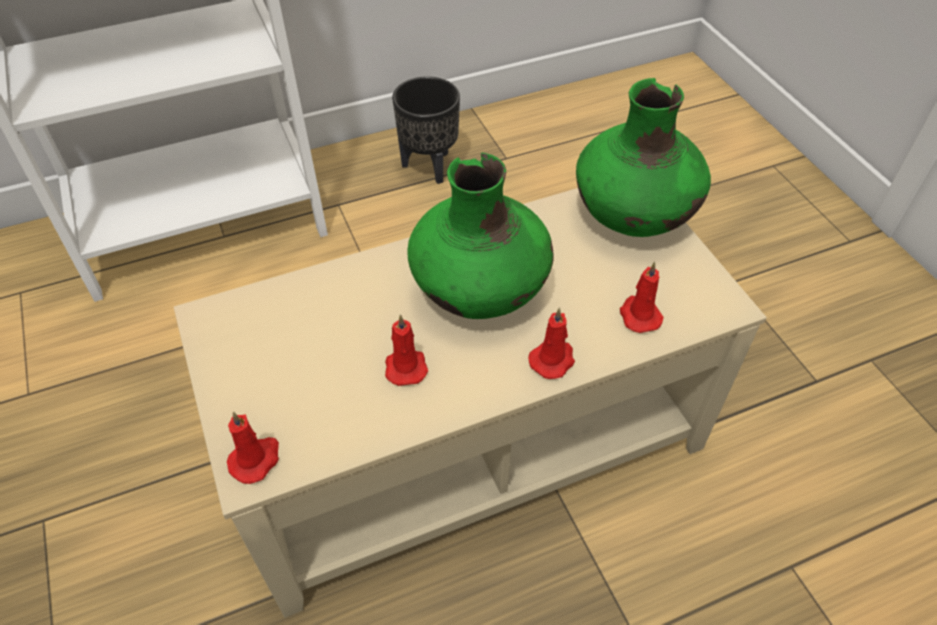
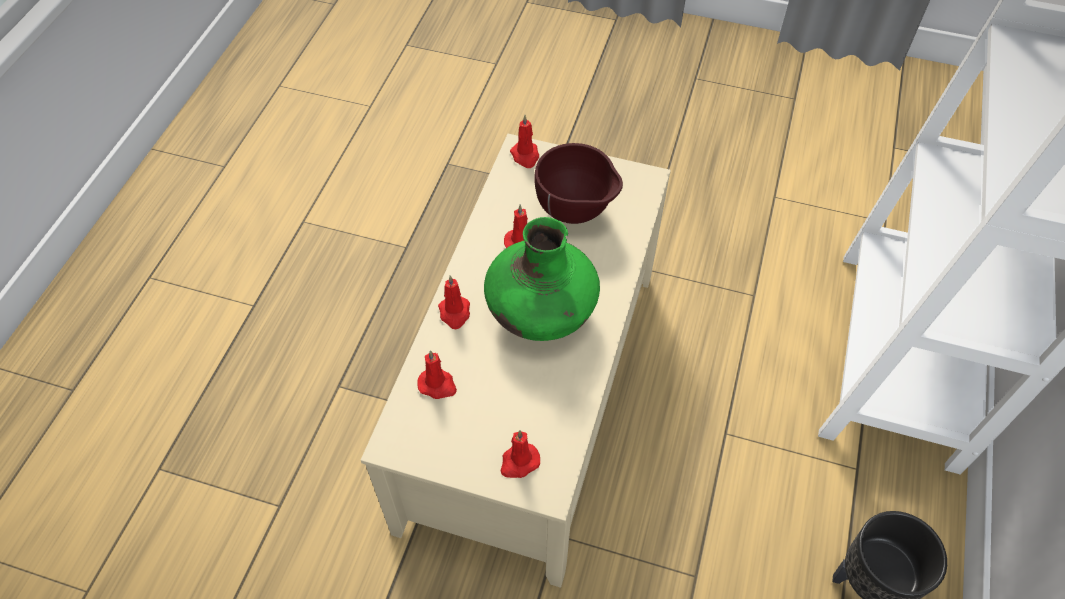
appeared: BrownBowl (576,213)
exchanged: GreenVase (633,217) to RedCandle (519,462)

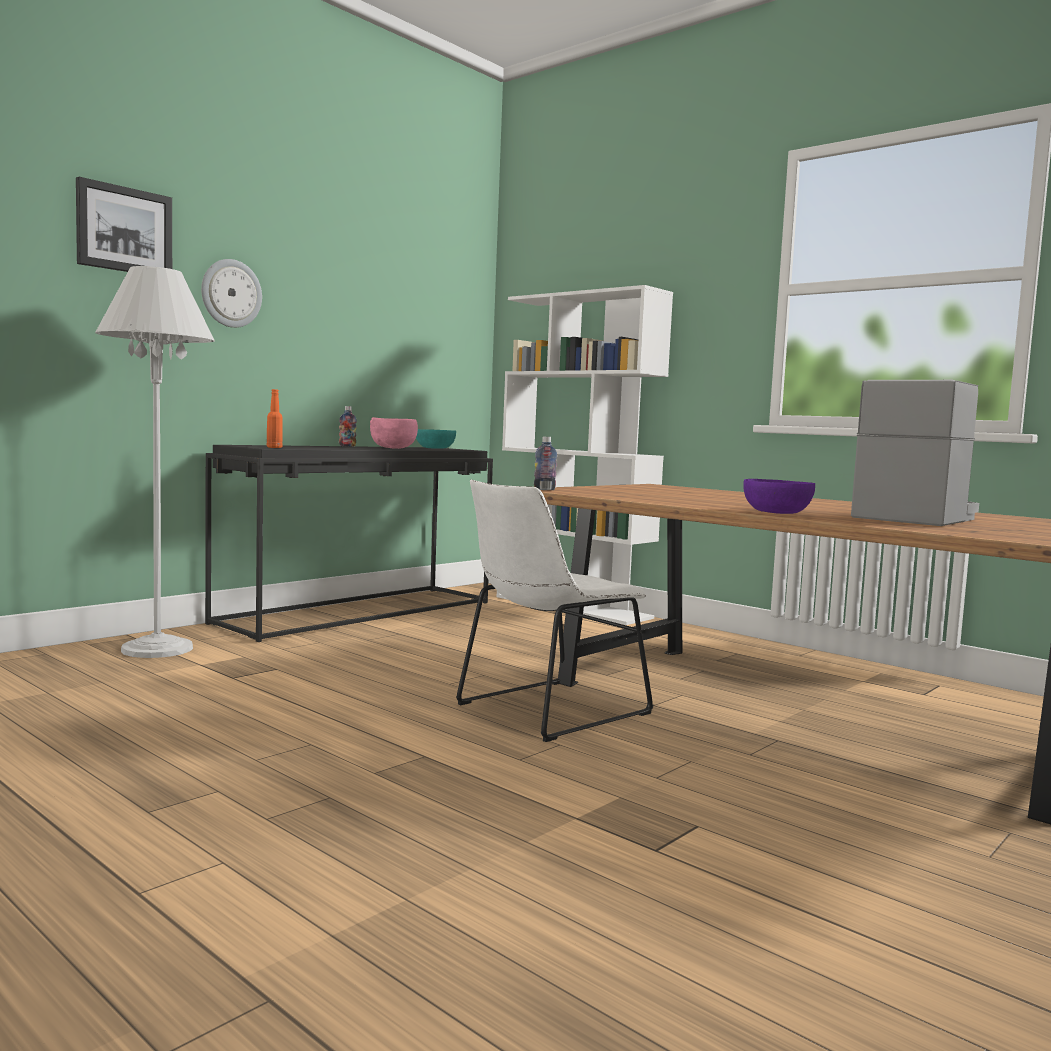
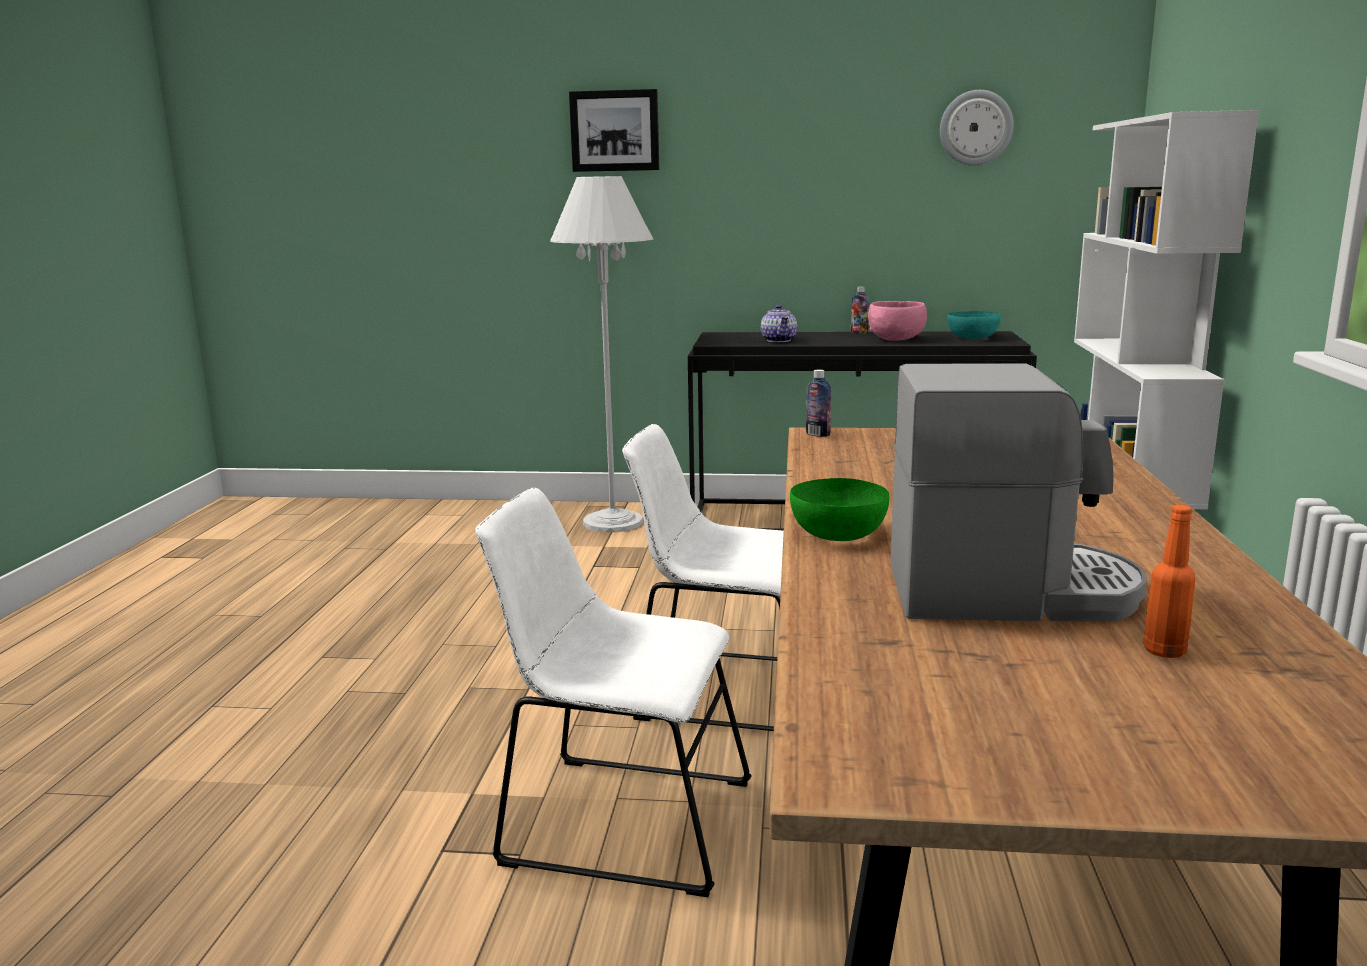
appeared: Teapot (779,340); WhiteChair (617,820)
relocated: WallClock (231,293) to (975,128); OrangeBottle (274,447) to (1164,651)
colour: PurpleBowl (775,512) to GreenBowl (837,533)

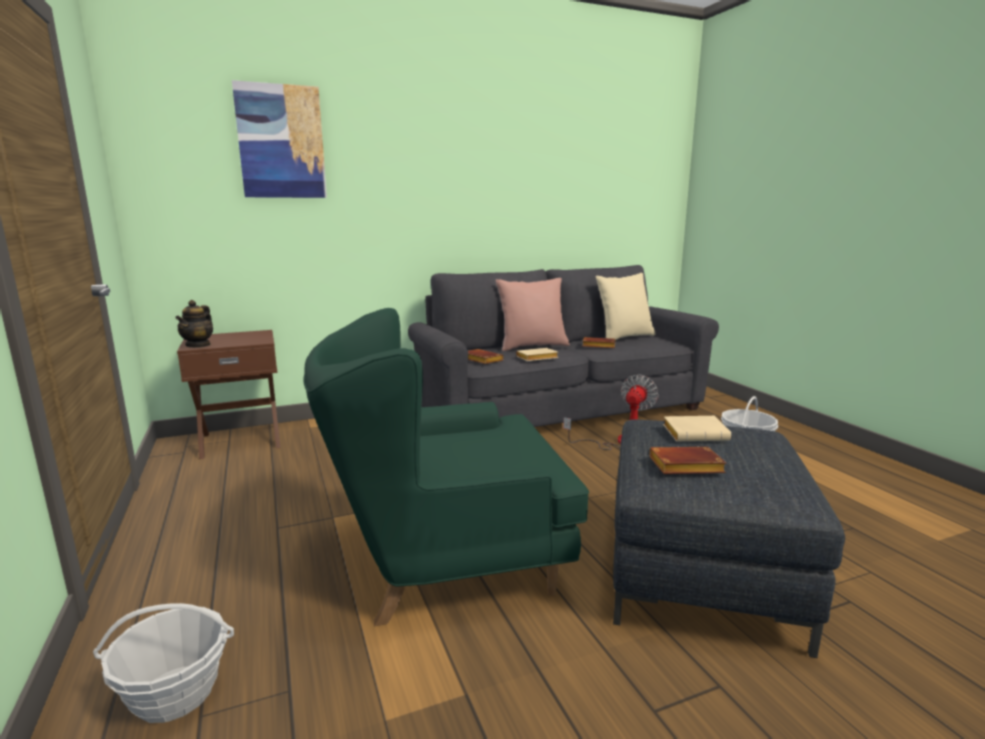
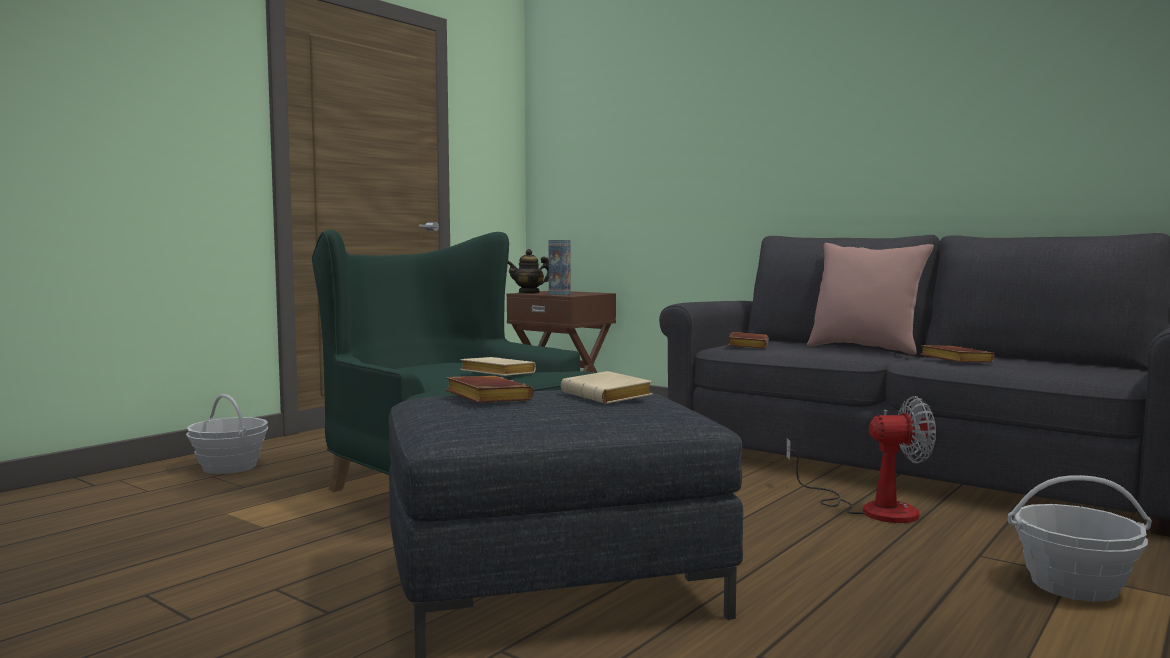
missing: Picture (281,142); BeigePillow (624,337)
appeared: Vase (559,294)
relocated: BeigeBook (536,358) to (495,373)

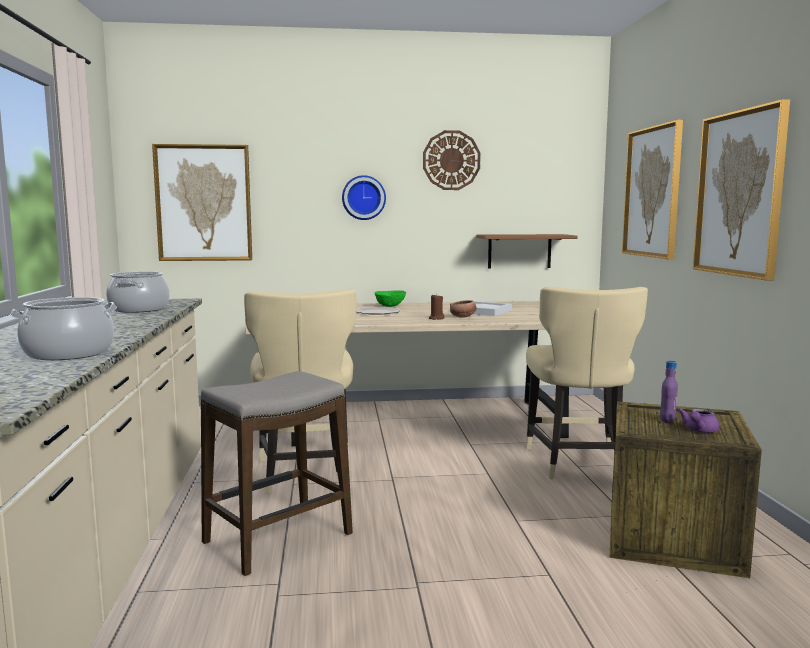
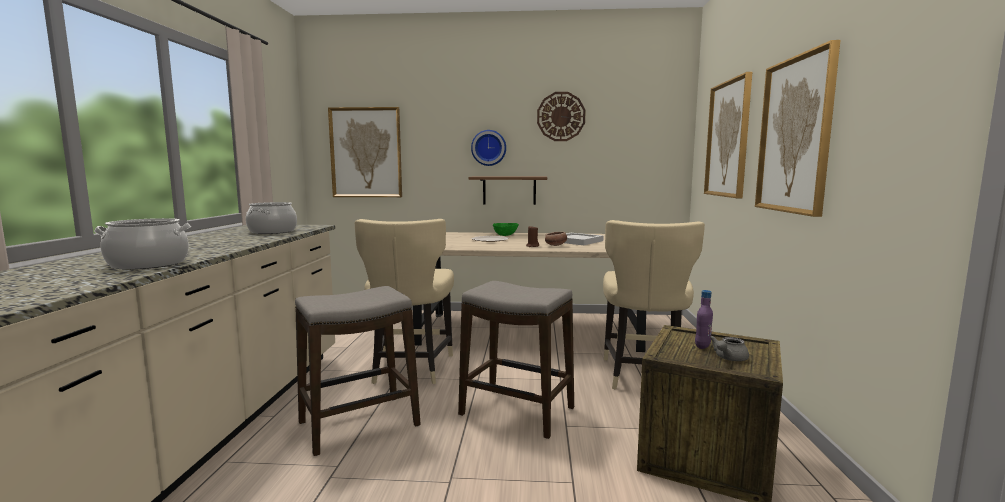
appeared: Stool (517,412)
relocated: BrownShelf (519,251) to (509,190)
colour: PurpleTeapot (699,431) to GreyTeapot (728,358)

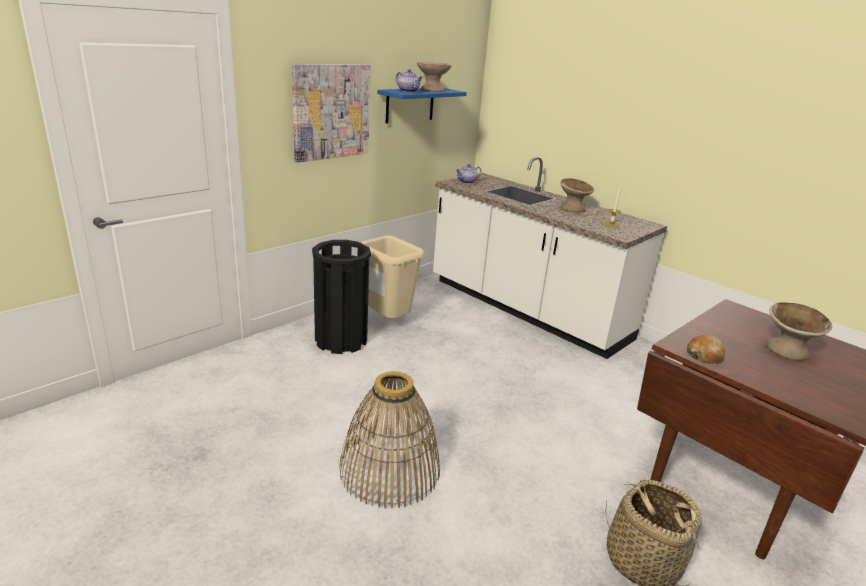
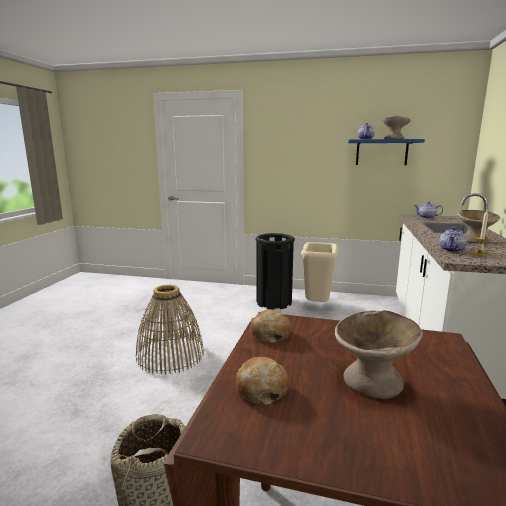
missing: Picture (331,111)
appeared: Teapot (451,250); Bread (261,389)

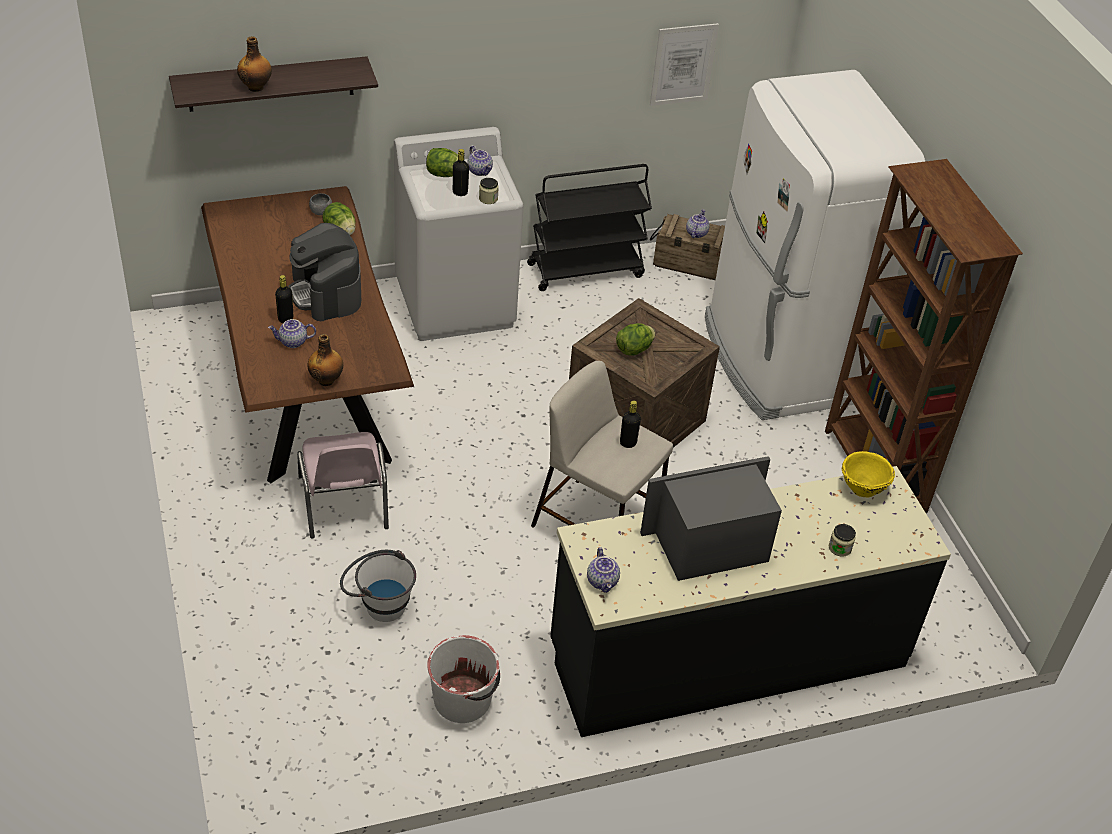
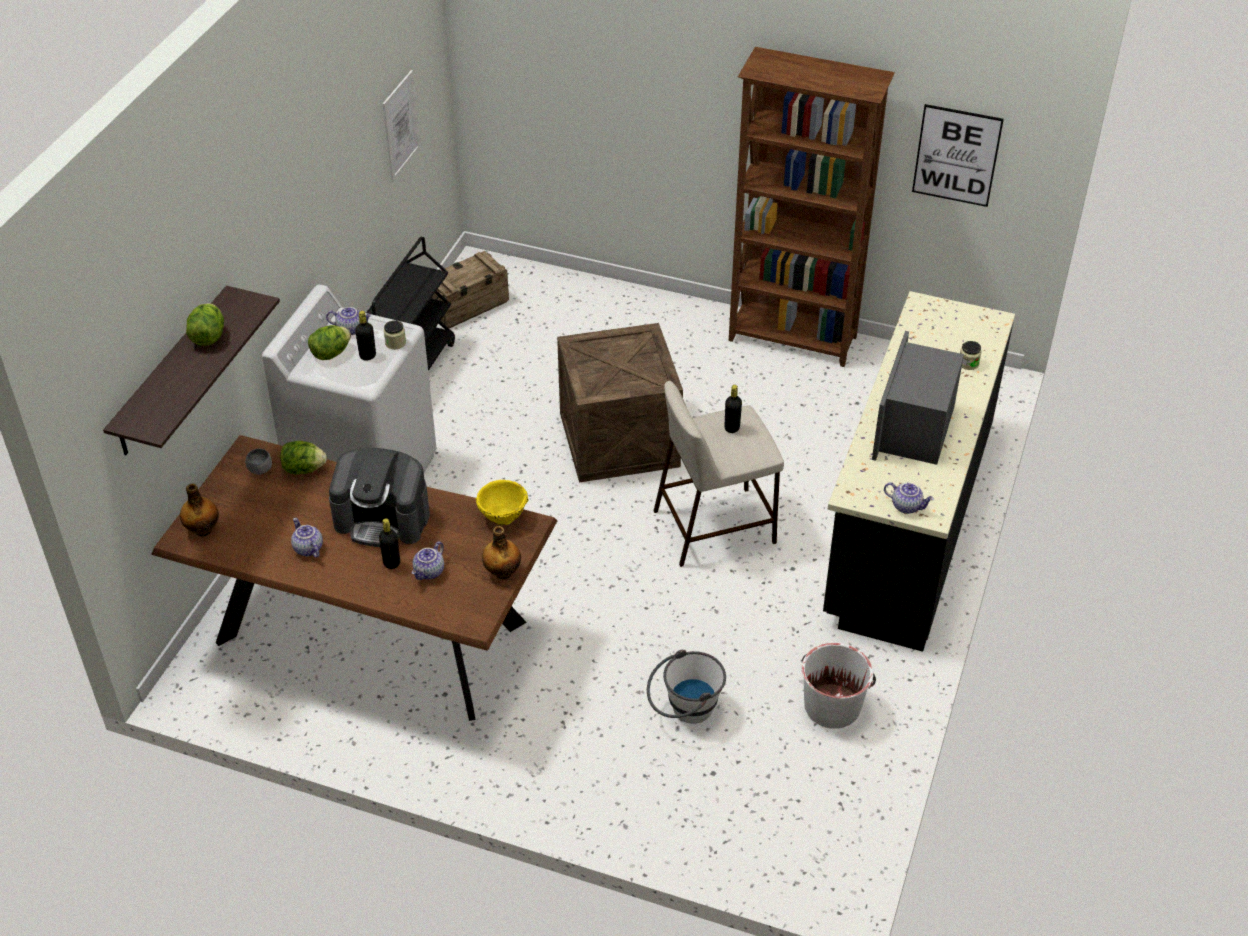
missing: WhiteFridge (777,361); PinkChair (344,504)
appeared: Picture (956,155)
relocated: Bottle (256,87) to (203,529); Teapot (696,233) to (307,549); Lettuce (634,349) to (208,337); YellowBowl (862,488) to (502,517)

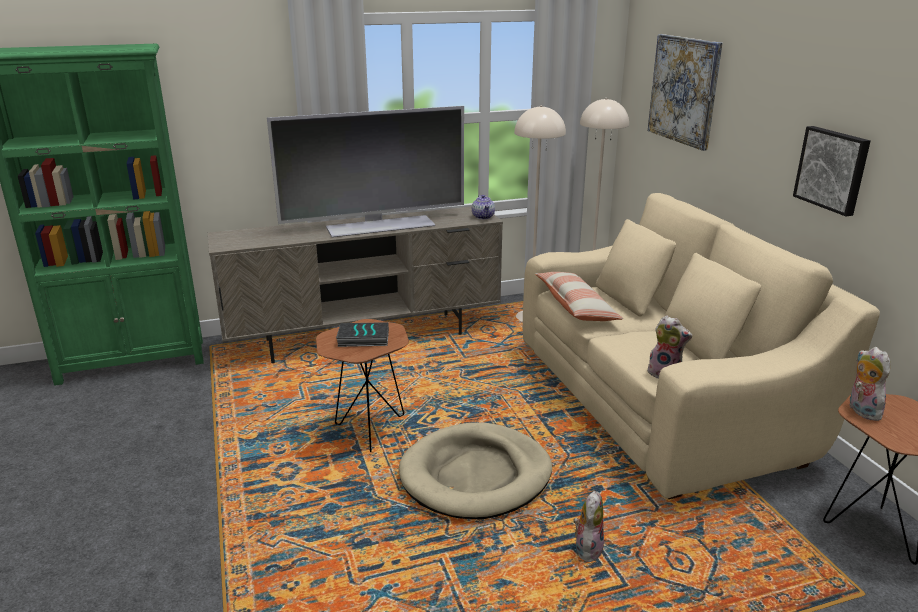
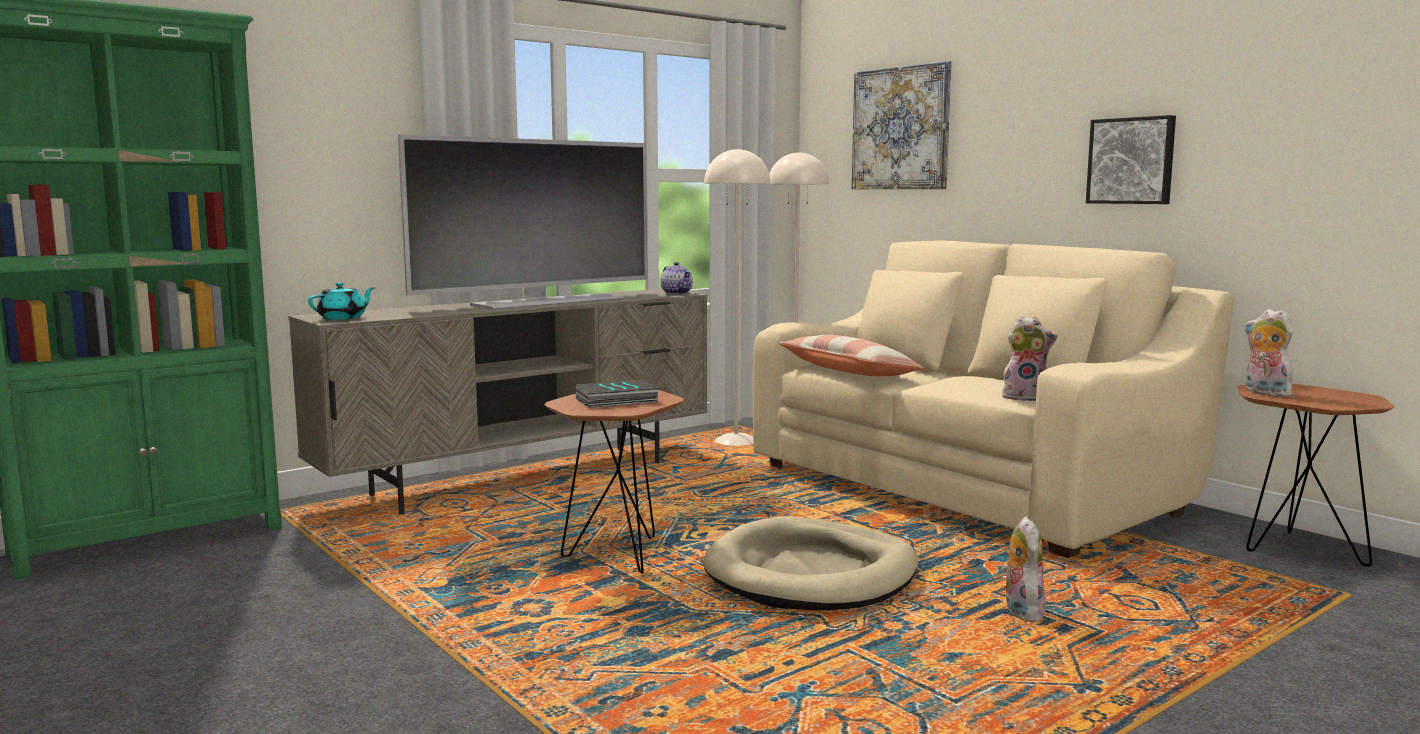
appeared: TurquoiseTeapot (343,318)

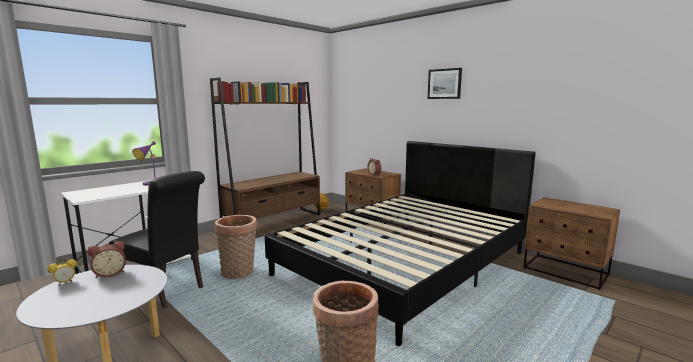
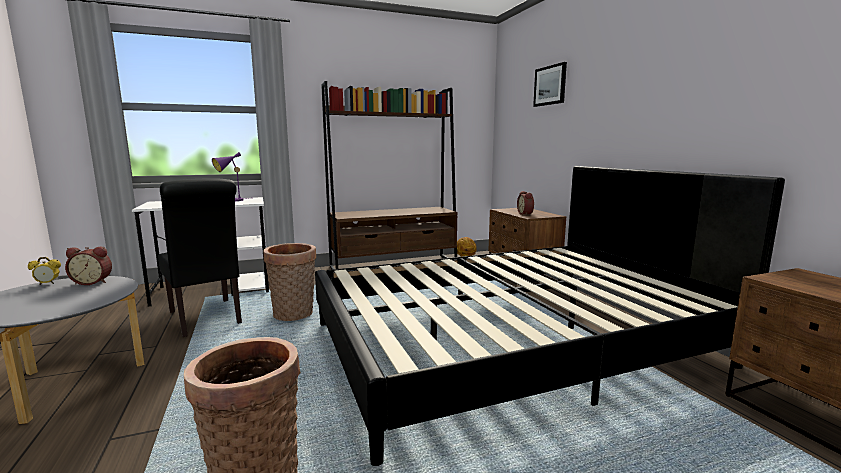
relocated: Picture (444,84) to (550,85)

